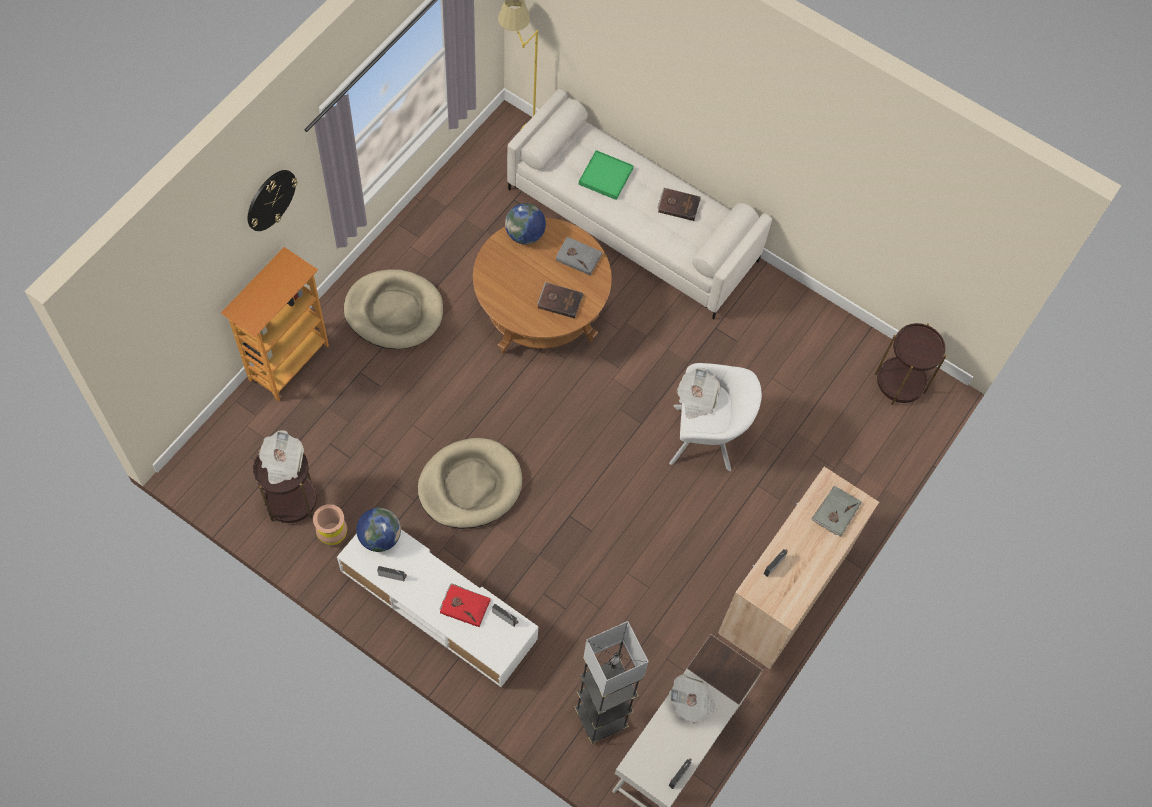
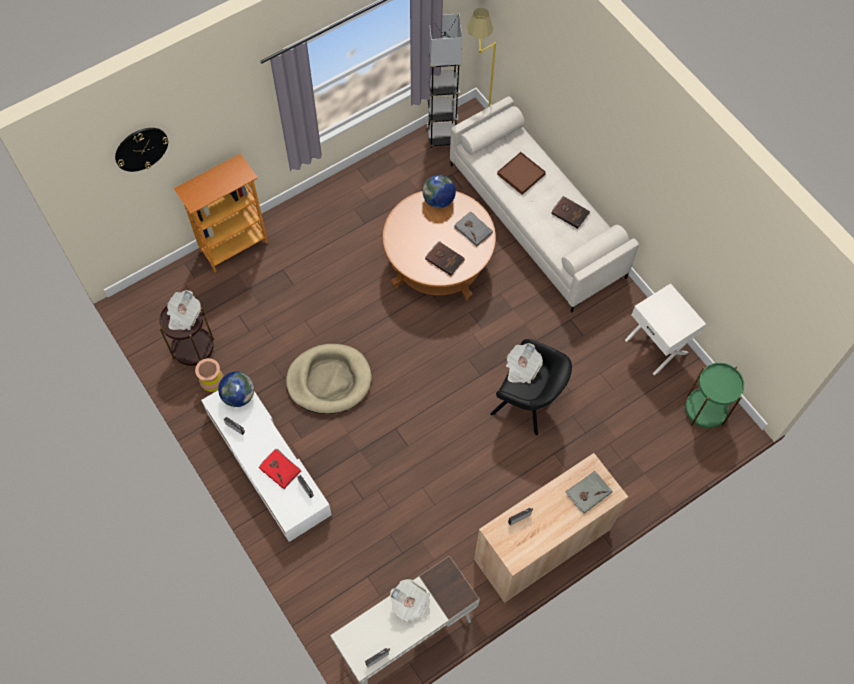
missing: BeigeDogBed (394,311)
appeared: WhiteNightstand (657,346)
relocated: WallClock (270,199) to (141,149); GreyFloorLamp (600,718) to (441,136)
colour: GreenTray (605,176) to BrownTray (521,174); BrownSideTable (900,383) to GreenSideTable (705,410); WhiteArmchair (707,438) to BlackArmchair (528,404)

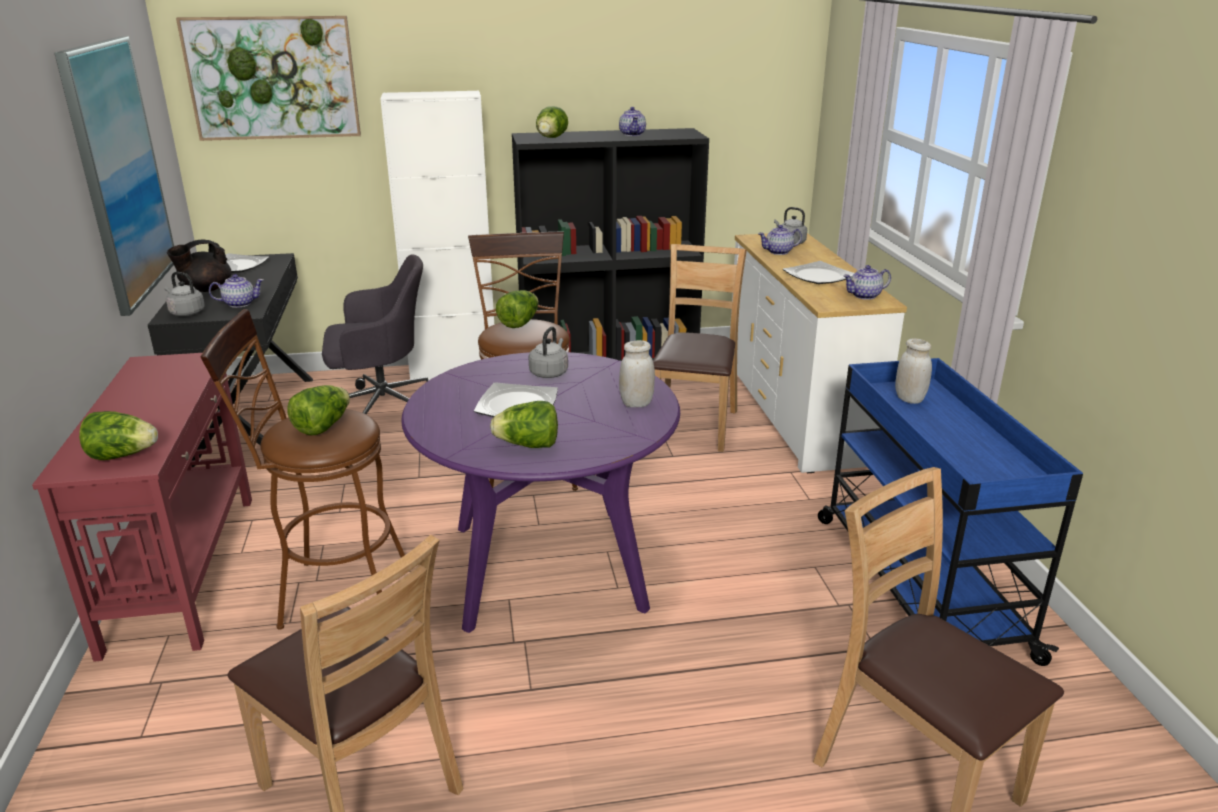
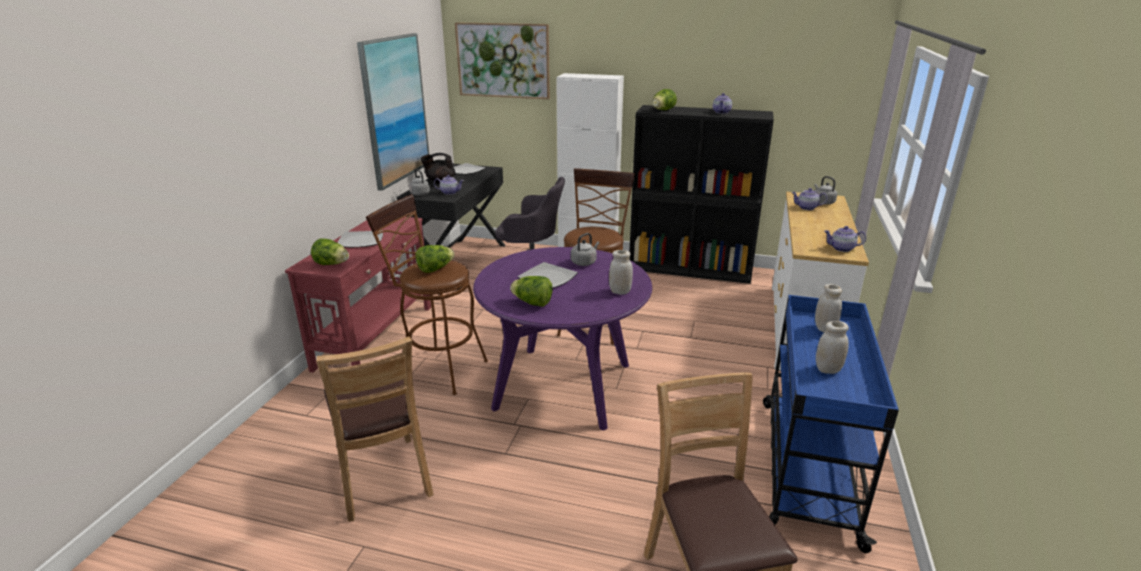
missing: BrownChair (694,426); Lettuce (519,323)
appeared: WhiteJar (828,369)
relocated: Plate (818,276) to (360,241)

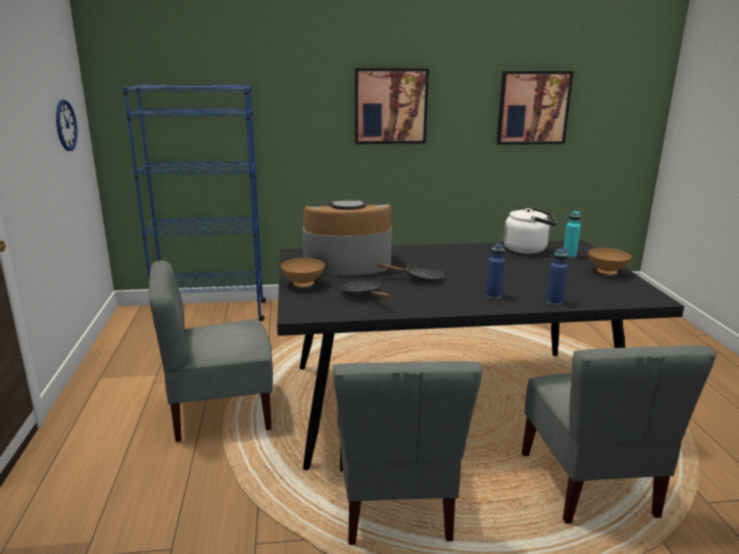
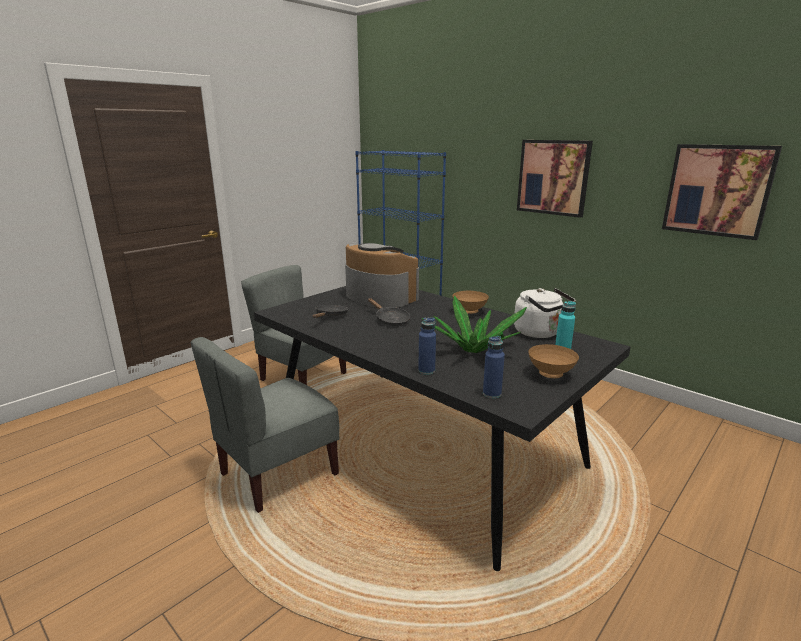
missing: WallClock (65,125); GreyChair (589,484)
appeared: PottedPlant (473,350)
relocated: BlueBottle (493,296) to (492,394); BrownBowl (303,285) to (469,312)

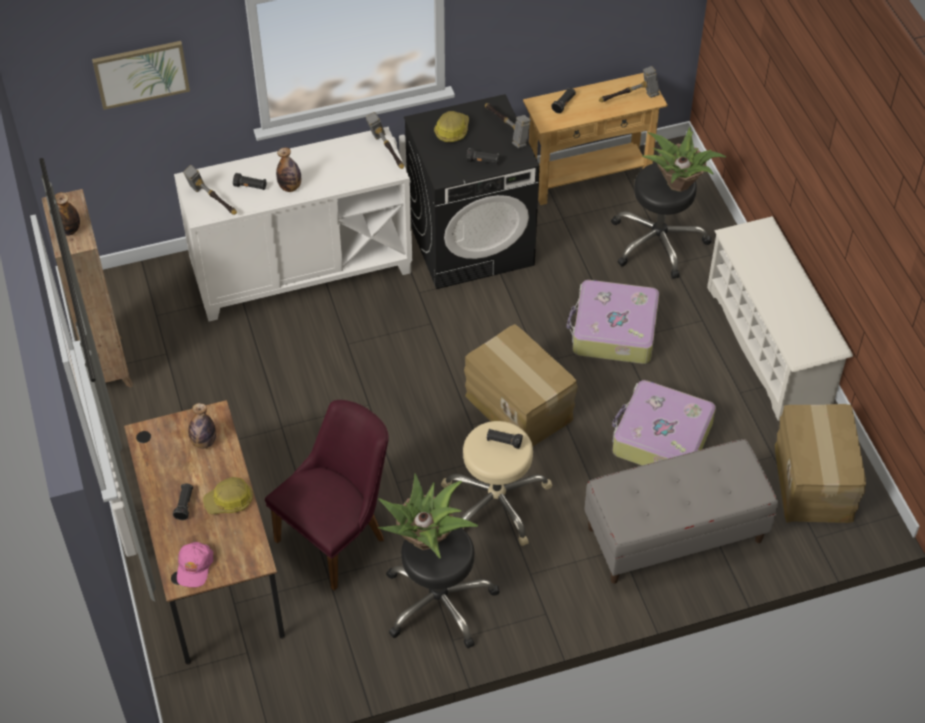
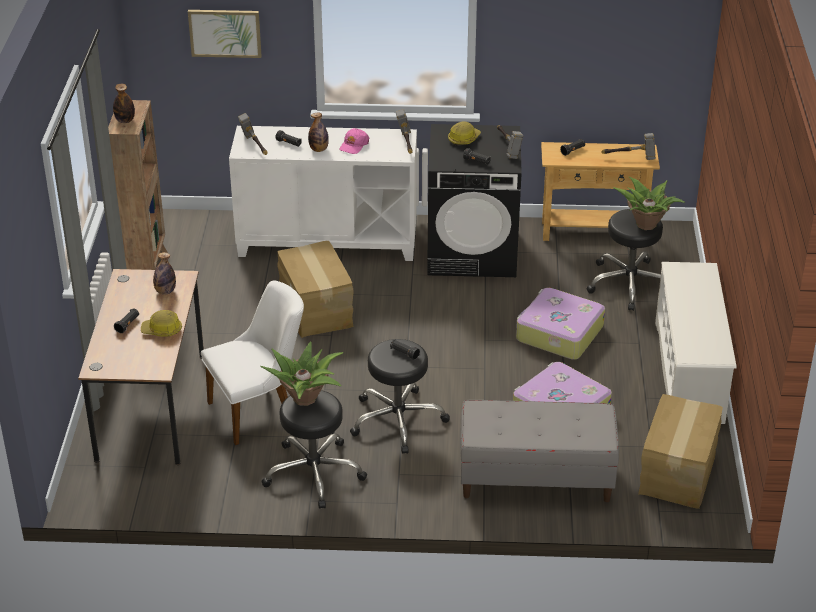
relocated: CardboardBox (520,407) to (317,310); PinkCap (194,567) to (354,145)
colour: PurpleChair (338,535) to WhiteChair (259,411); BeigeStool (495,501) to BlackStool (397,420)

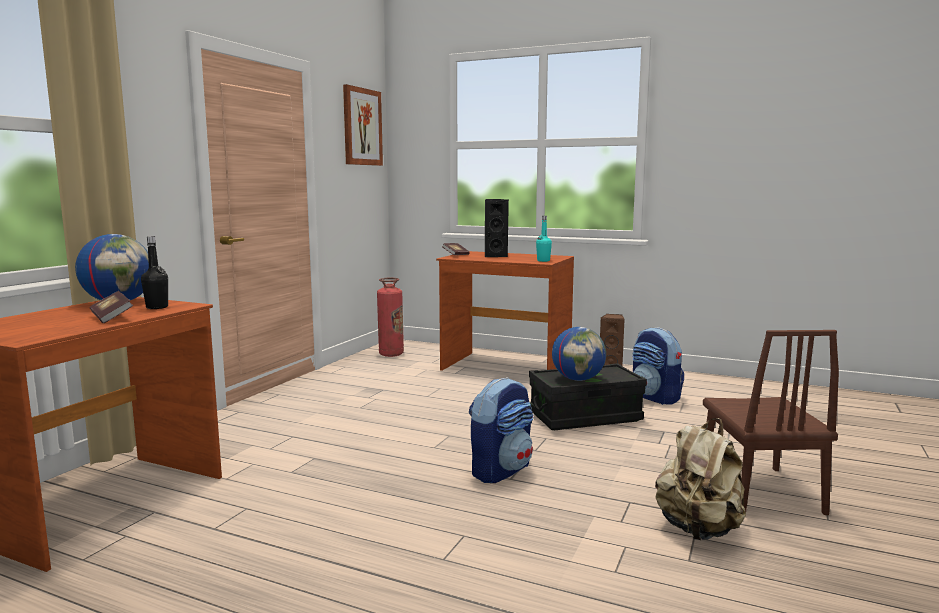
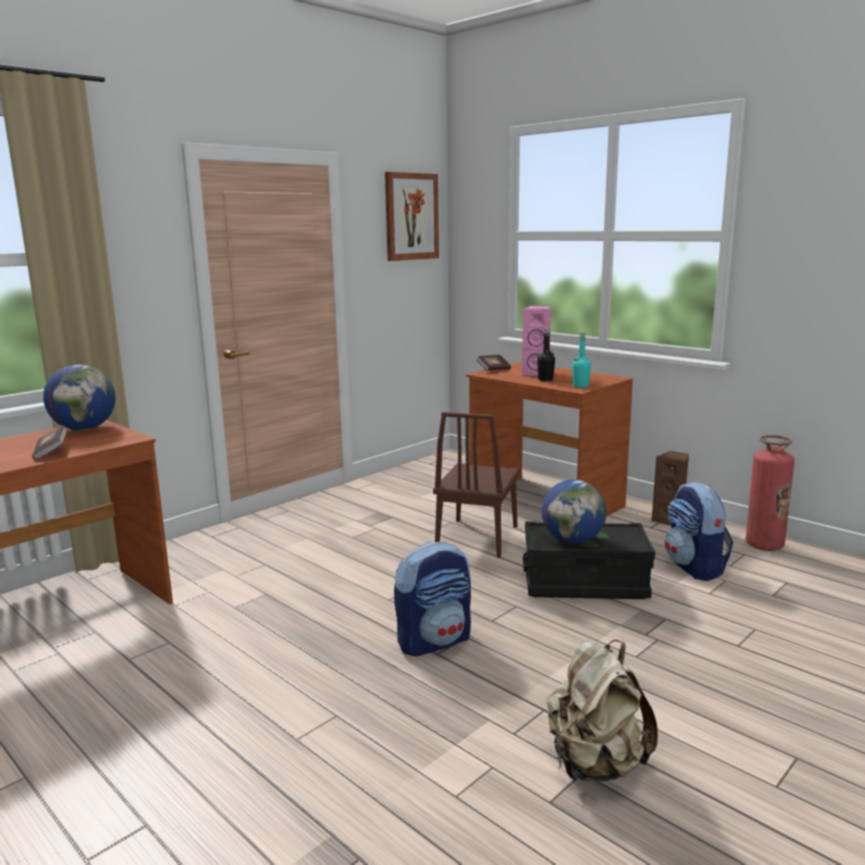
relocated: BlackBottle (157,307) to (545,380); FireExtinguisher (391,354) to (764,545); BrownChair (759,490) to (477,537)
colour: BlackSpeaker (495,256) to PinkSpeaker (536,373)

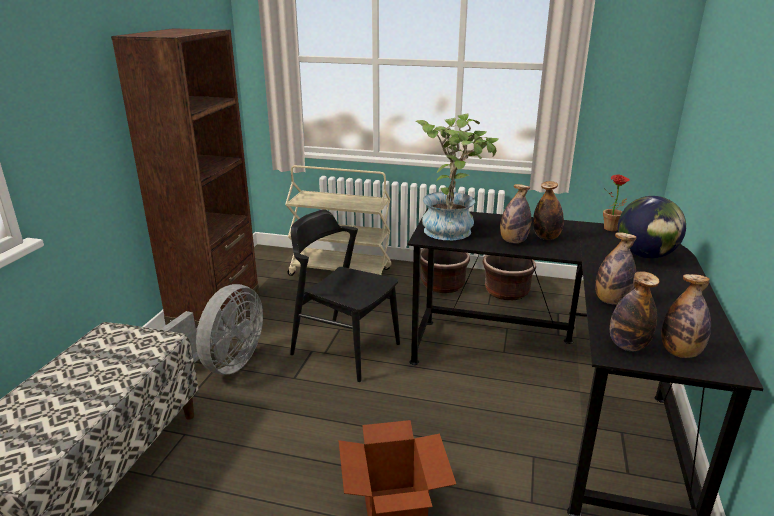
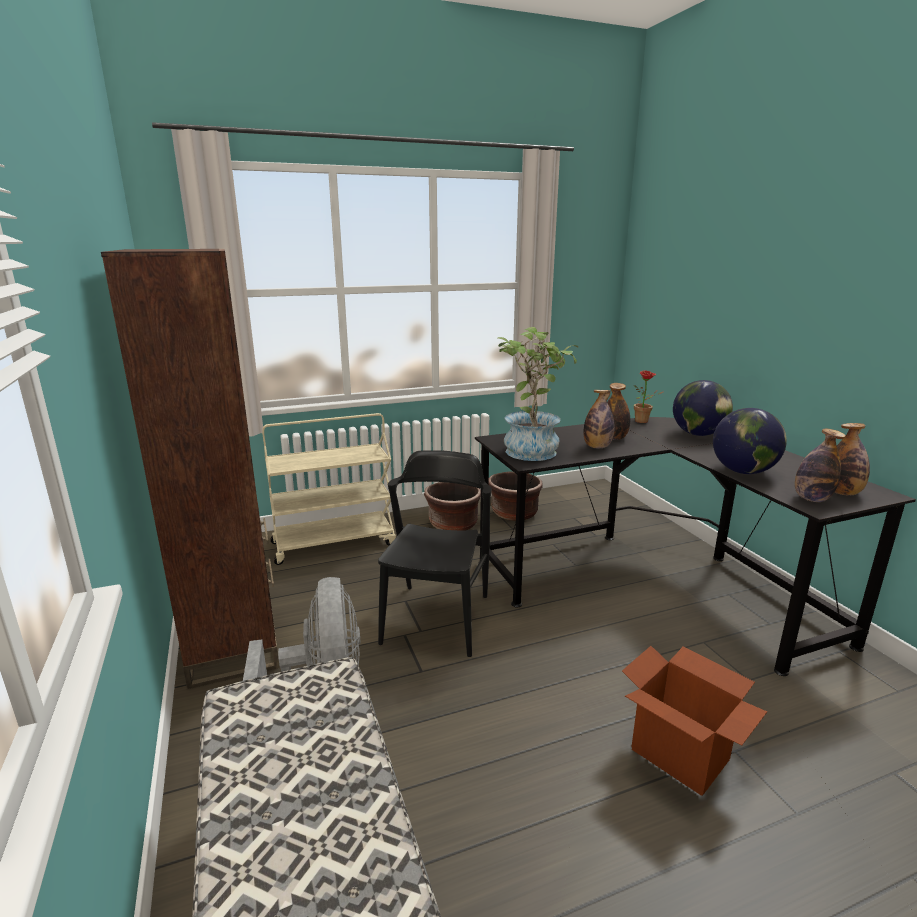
exchanged: Bottle (611,301) to Globe (743,472)
spun: BlackChair (345,349) = (436,618) 105 degrees clockwise

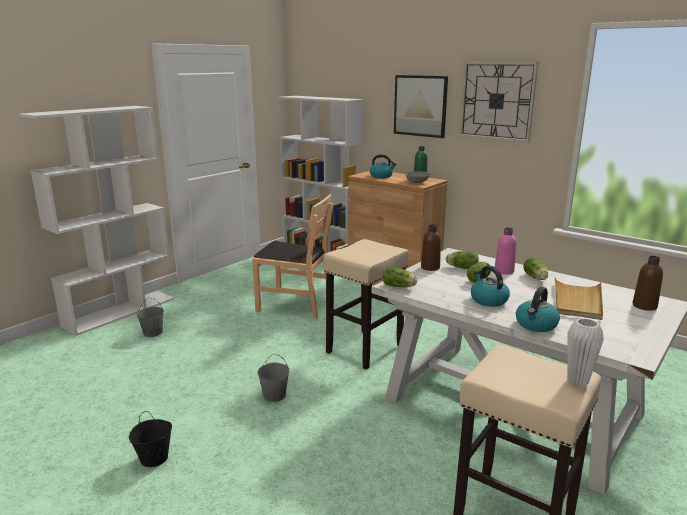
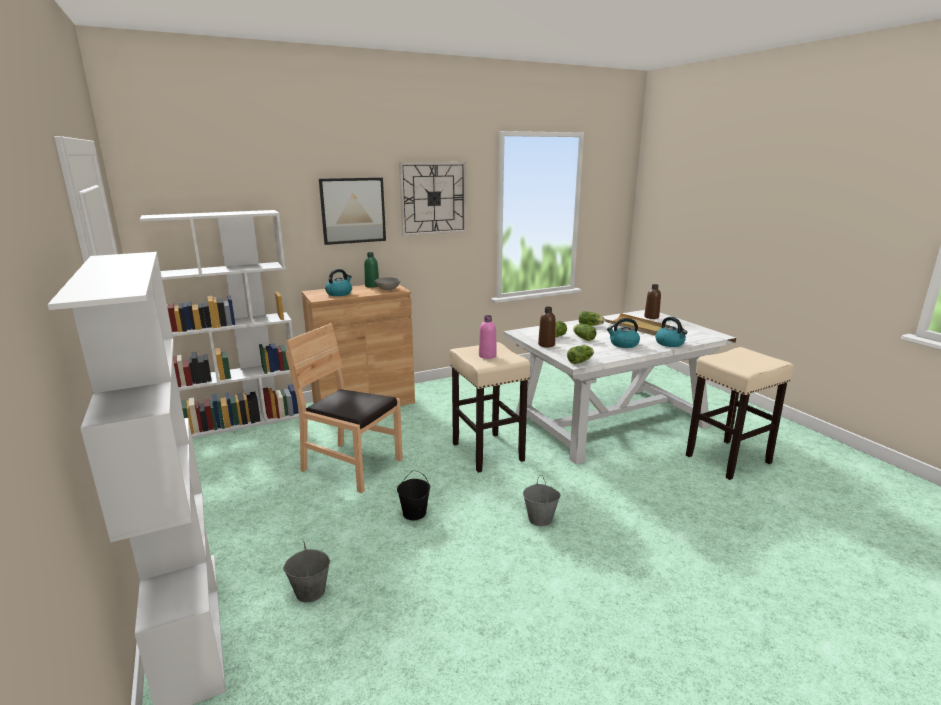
missing: WhiteVase (578,380)
relocated: PinkBottle (504,271) to (487,356); BlackBucket (154,458) to (414,513)
spun: BrownChair (295,304) = (352,466) 105 degrees counterclockwise

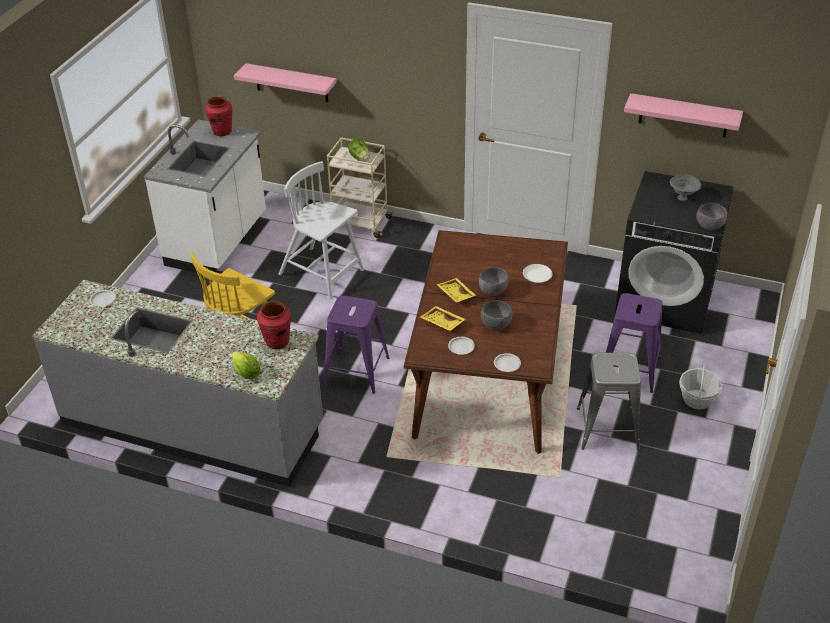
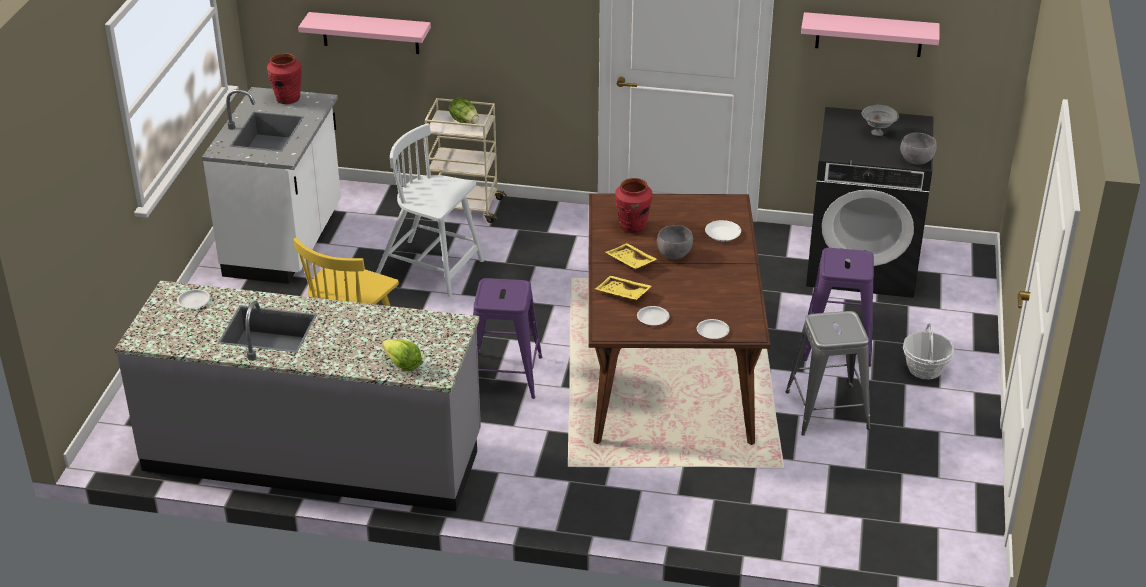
missing: GreyBowl (495,325)
relocated: RedVase (277,342) to (632,227)

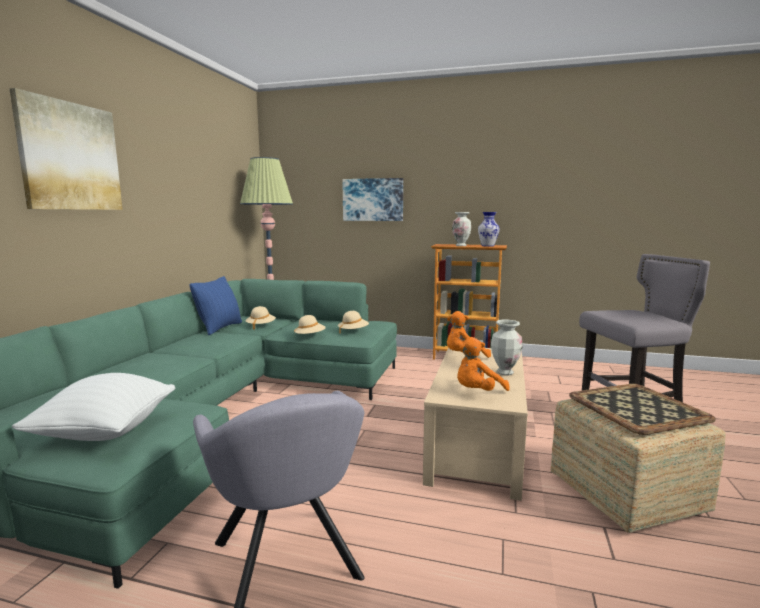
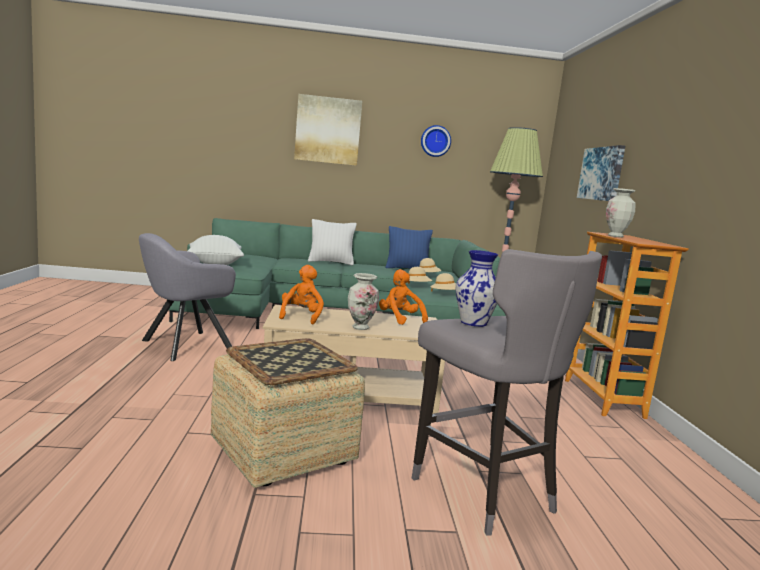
appeared: WallClock (435,141); WhitePillow (331,262)
relocated: Vase (487,246) to (473,322)
spun: OrangePlushToy (477,392) = (301,316) 60 degrees clockwise

